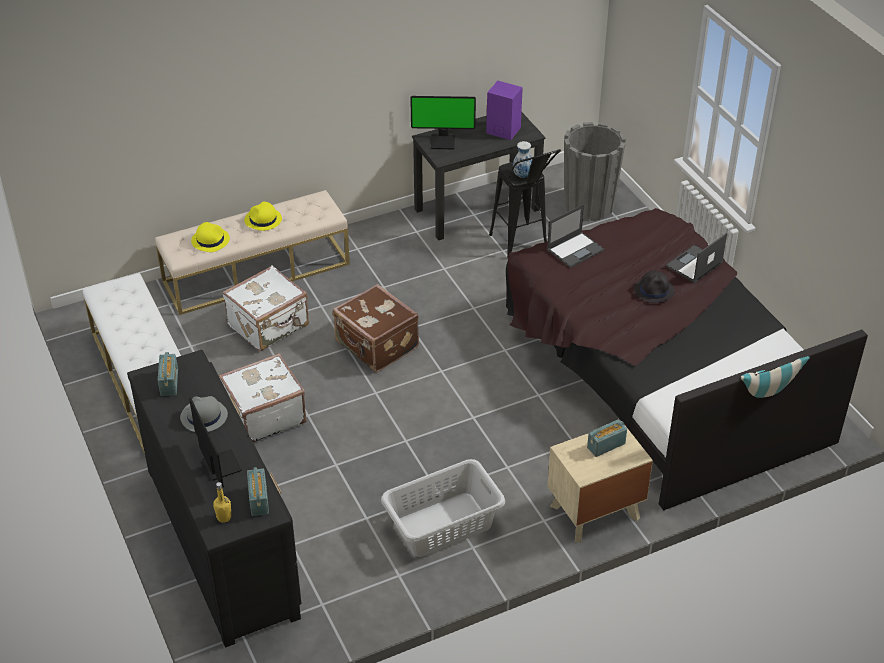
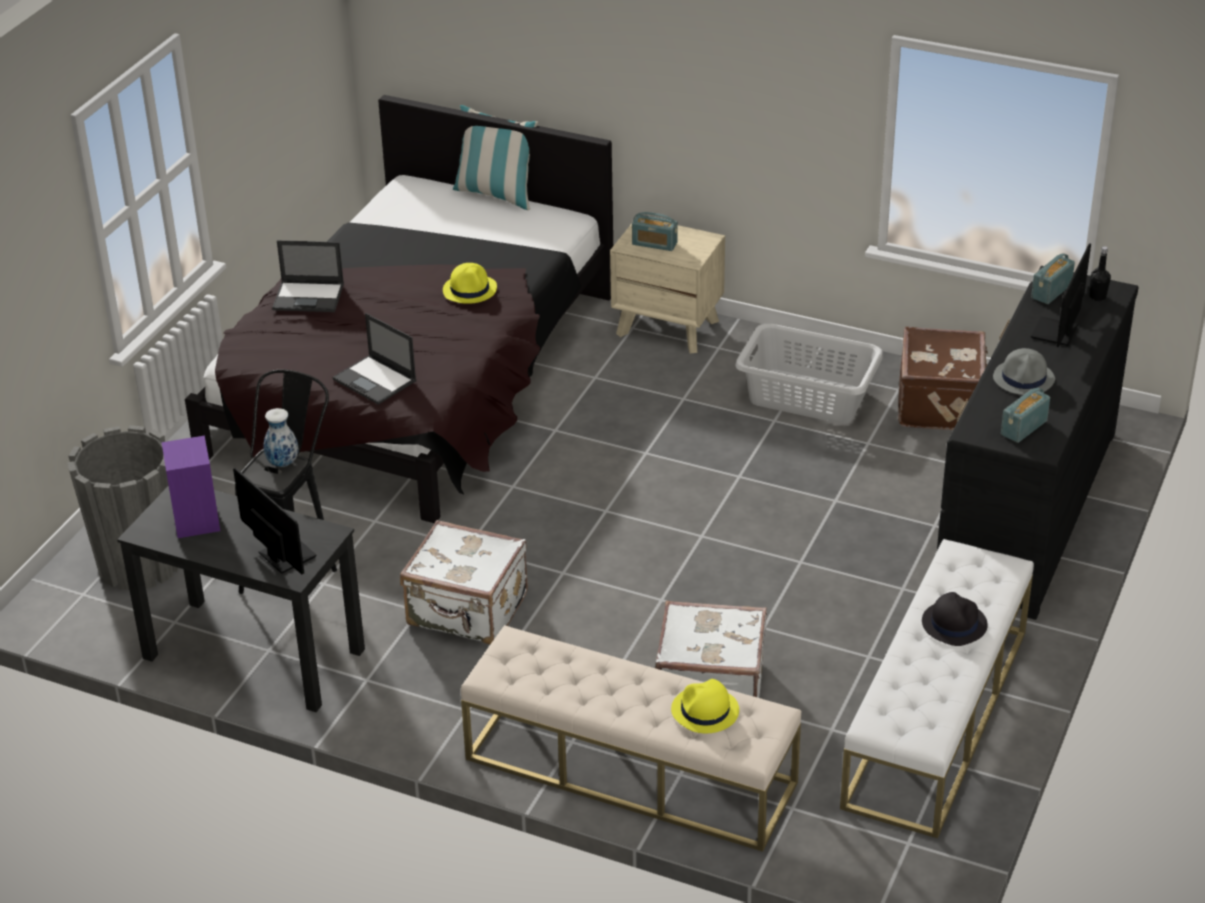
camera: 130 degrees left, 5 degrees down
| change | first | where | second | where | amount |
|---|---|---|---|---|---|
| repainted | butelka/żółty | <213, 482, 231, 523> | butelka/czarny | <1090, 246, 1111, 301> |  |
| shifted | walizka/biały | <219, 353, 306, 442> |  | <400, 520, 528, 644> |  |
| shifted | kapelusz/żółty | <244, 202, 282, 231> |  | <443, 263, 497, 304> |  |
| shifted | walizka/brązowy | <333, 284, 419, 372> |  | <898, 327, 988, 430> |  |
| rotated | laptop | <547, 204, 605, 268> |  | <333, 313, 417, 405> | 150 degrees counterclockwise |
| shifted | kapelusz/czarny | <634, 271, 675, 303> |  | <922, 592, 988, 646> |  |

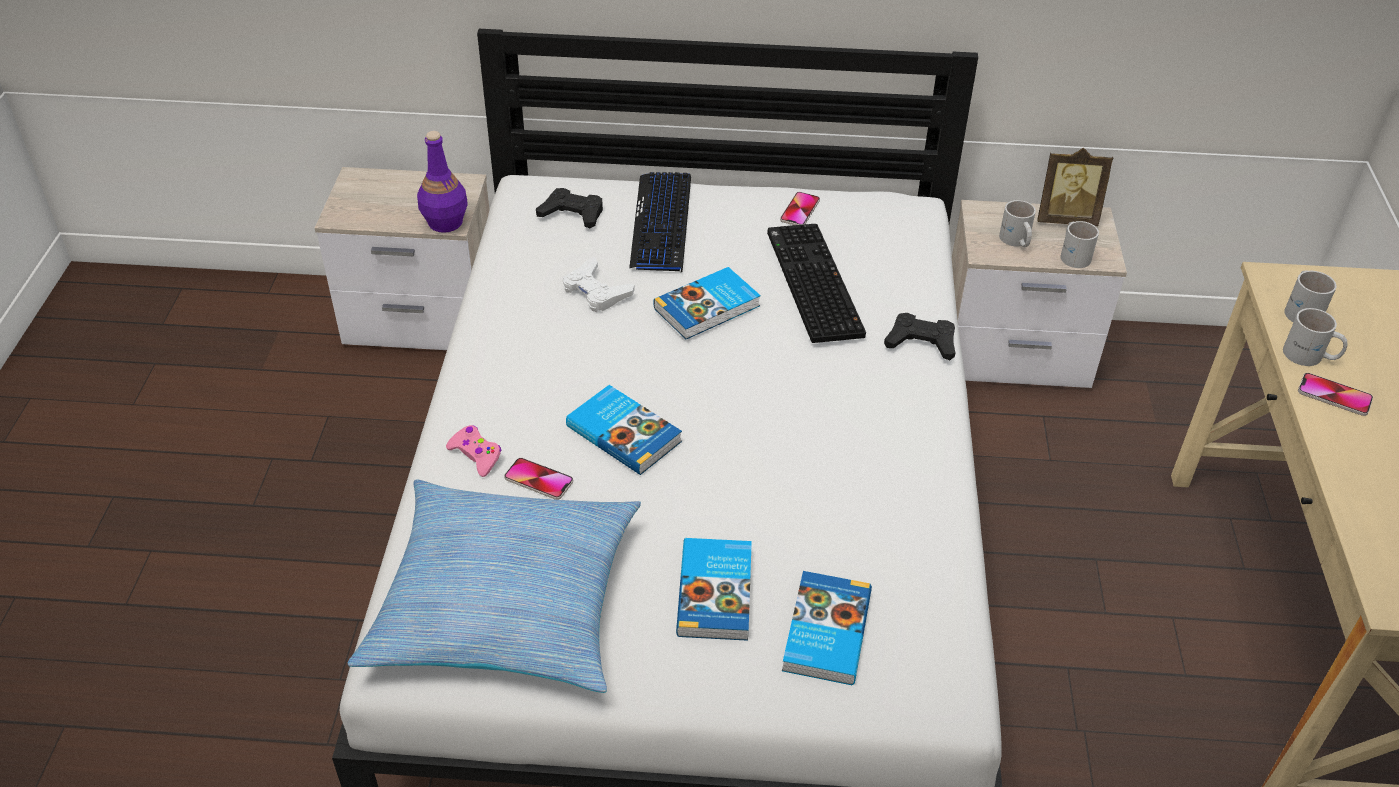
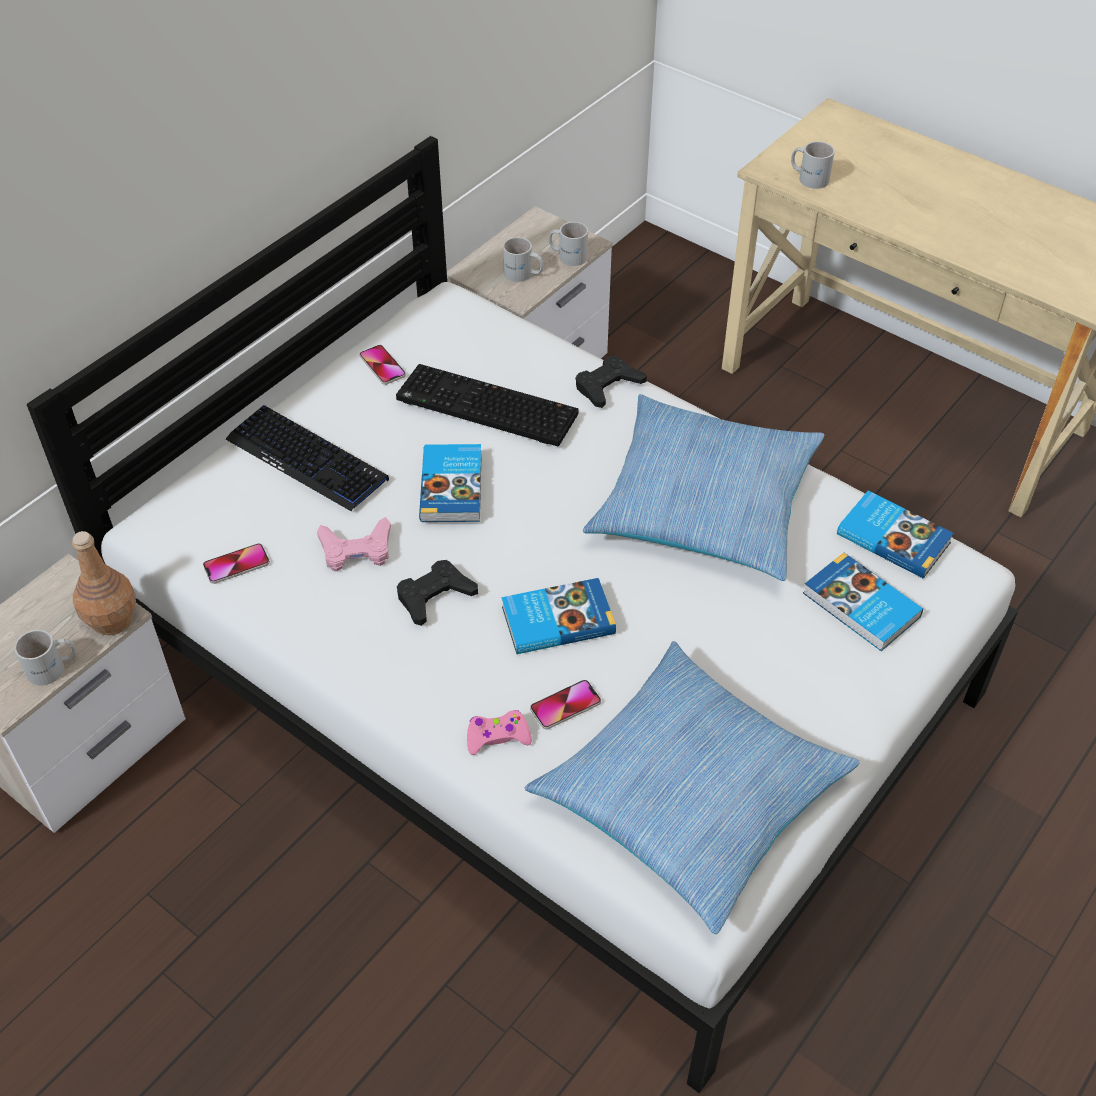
camera: 55 degrees left, 5 degrees up
| change | first | where | second | where | amount |
|---|---|---|---|---|---|
| repainted | butelka/fioletowy | <417, 131, 468, 233> | butelka/brązowy | <72, 531, 136, 635> |  |
| shifted | pad do gier/czarny | <536, 188, 603, 228> |  | <397, 560, 478, 626> |  |
| repainted | pad do gier/biały | <563, 257, 635, 312> | pad do gier/różowy | <317, 517, 391, 571> |  |
| shifted | książka | <676, 538, 752, 641> |  | <837, 491, 954, 579> |  |
| gone | ramka na zdjęcie | <1037, 148, 1113, 226> |  |  |  |
| shifted | kubek/biały | <1283, 308, 1348, 366> |  | <14, 630, 76, 686> |  |
| shifted | telefon | <1298, 373, 1373, 416> |  | <203, 543, 270, 584> |  |
| new |  |  | poduszka | <583, 394, 824, 581> |  |

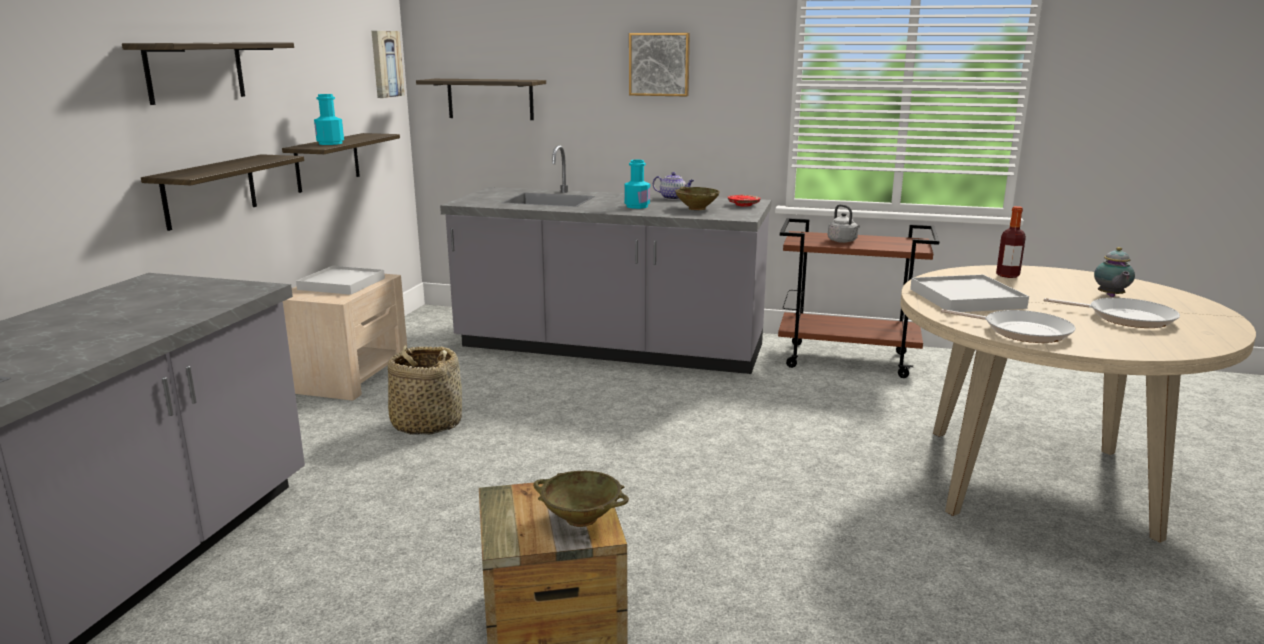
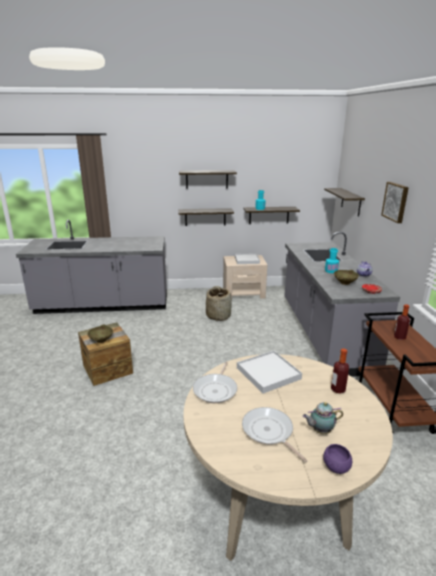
camera: 70 degrees right, 5 degrees up
| change | first | where | second | where | amount |
|---|---|---|---|---|---|
| gone | obraz | <371, 31, 405, 98> |  |  |  |
| swapped | czajnik/szary | <828, 204, 860, 243> | butelka | <394, 304, 410, 340> |  |
| rotated | patelnia | <1044, 298, 1180, 328> |  | <242, 407, 308, 463> | 135 degrees clockwise |
| new |  |  | miska/fioletowy | <323, 444, 352, 474> |  |

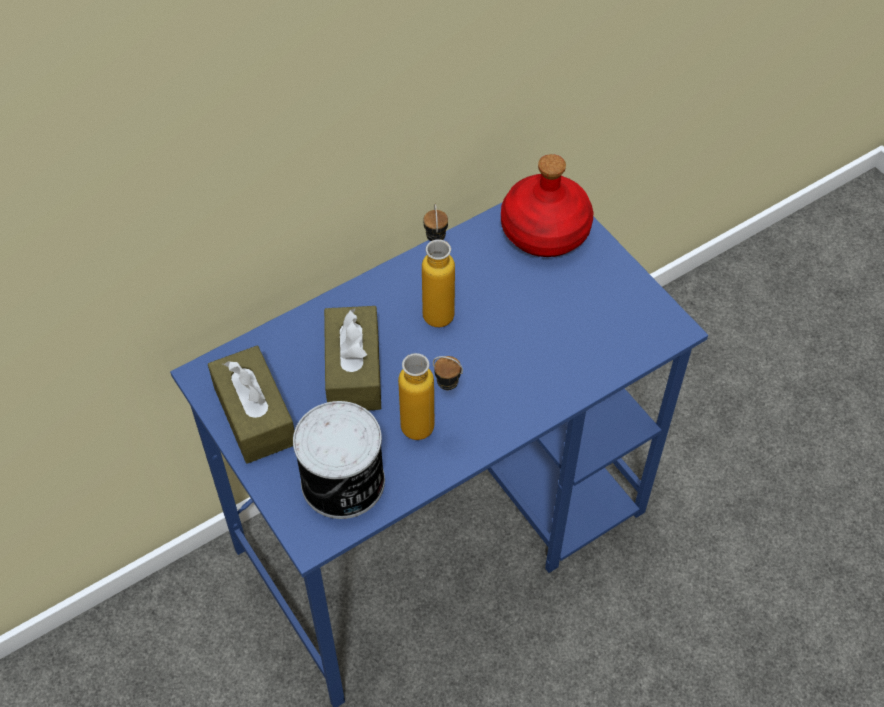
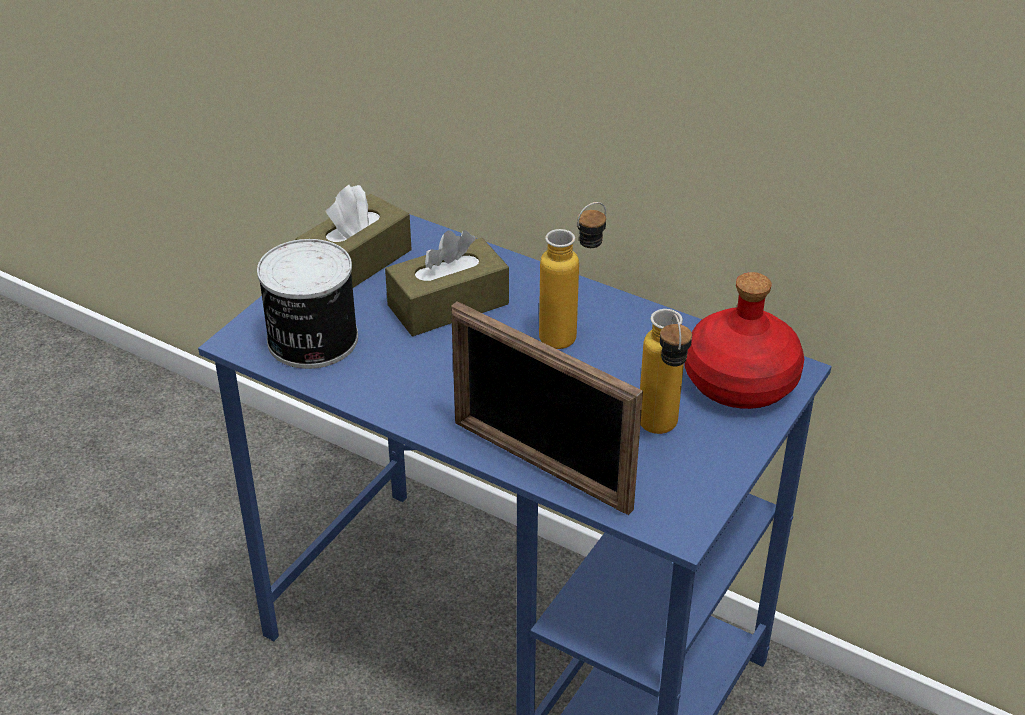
camera: 65 degrees right, 15 degrees down
| change | first | where | second | where | amount |
|---|---|---|---|---|---|
| shifted | butelka | <398, 353, 463, 440> |  | <640, 309, 692, 434> |  |
| new |  |  | ramka na zdjęcie | <451, 301, 643, 515> |  |

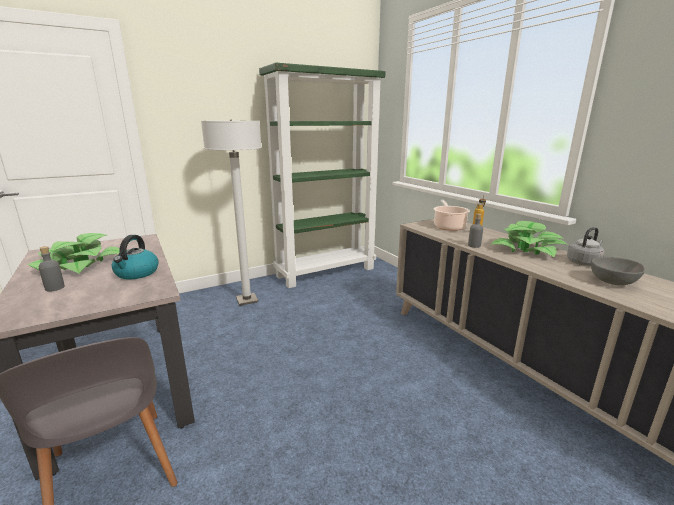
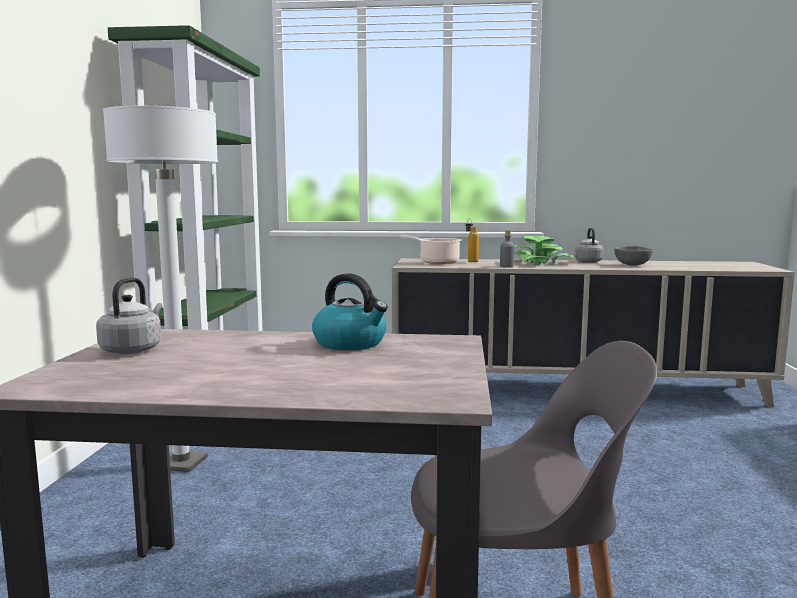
camera: 55 degrees left, 10 degrees down
| change | first | where | second | where | amount |
|---|---|---|---|---|---|
| gone | roślina doniczkowa | <28, 233, 120, 273> |  |  |  |
| gone | butelka/szary | <39, 246, 65, 292> |  |  |  |
| new |  |  | czajnik/szary | <96, 277, 163, 354> |  |

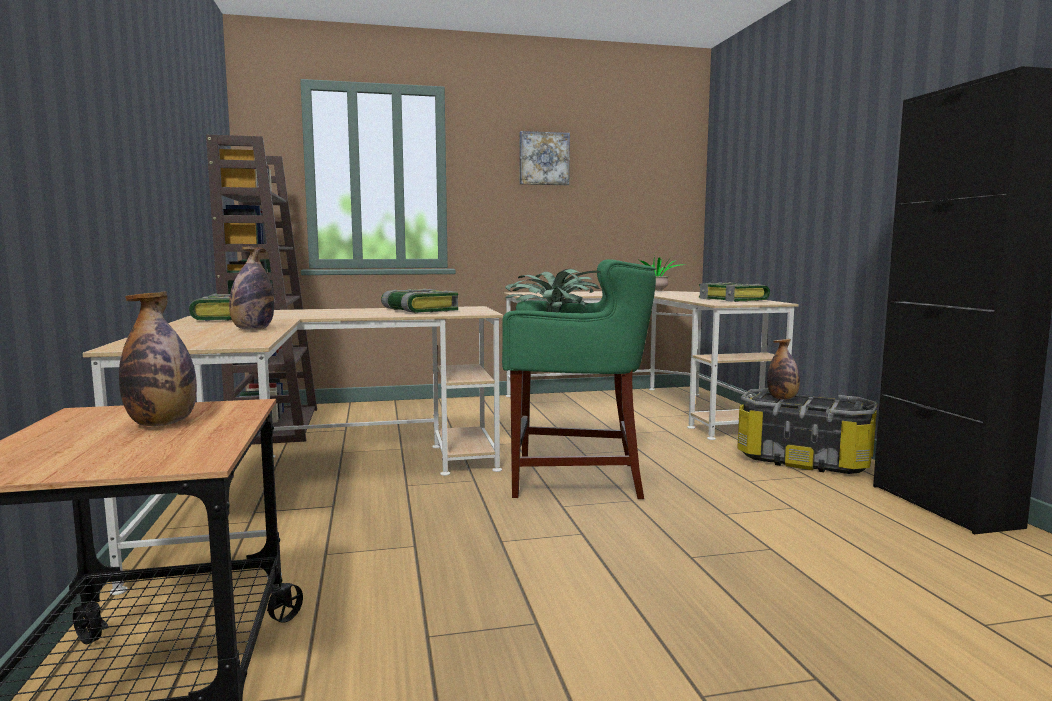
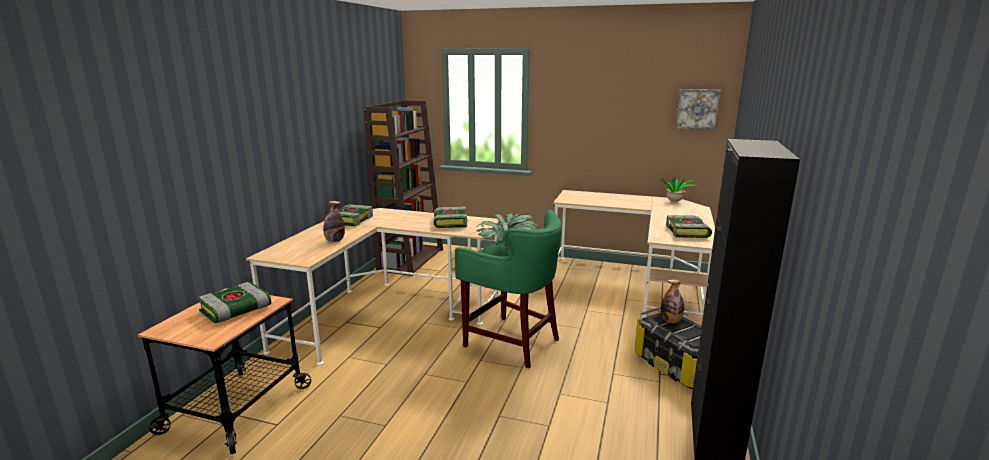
camera: 30 degrees right, 10 degrees up
| change | first | where | second | where | amount |
|---|---|---|---|---|---|
| swapped | butelka | <119, 291, 197, 426> | książka | <197, 282, 271, 323> |  |
| shifted | obraz | <519, 131, 570, 185> |  | <676, 89, 721, 130> |  |

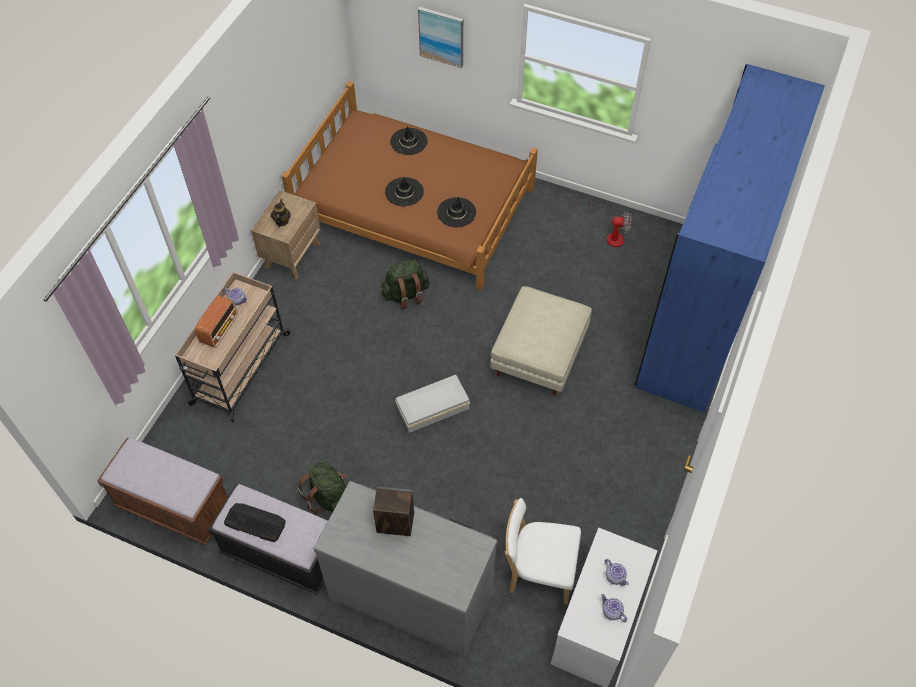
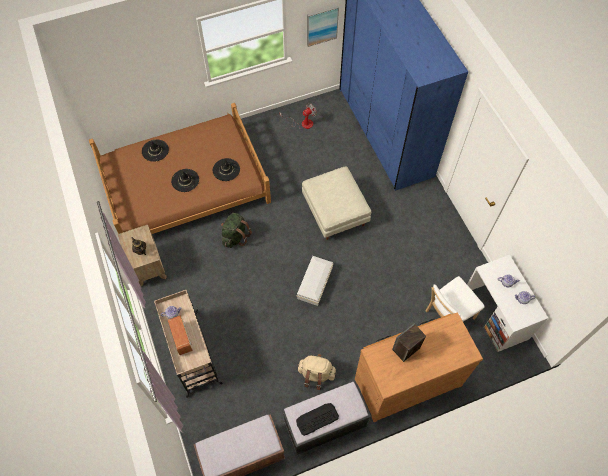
camera: 45 degrees left, 5 degrees up
| change | first | where | second | where | amount |
|---|---|---|---|---|---|
| repainted | plecak/zielony | <298, 461, 347, 514> | plecak/beżowy | <297, 354, 336, 390> |  |
| repainted | komoda/szary | <313, 481, 497, 658> | komoda/brązowy | <355, 312, 483, 422> |  |
| shifted | obraz | <418, 7, 463, 68> |  | <307, 6, 339, 47> |  |

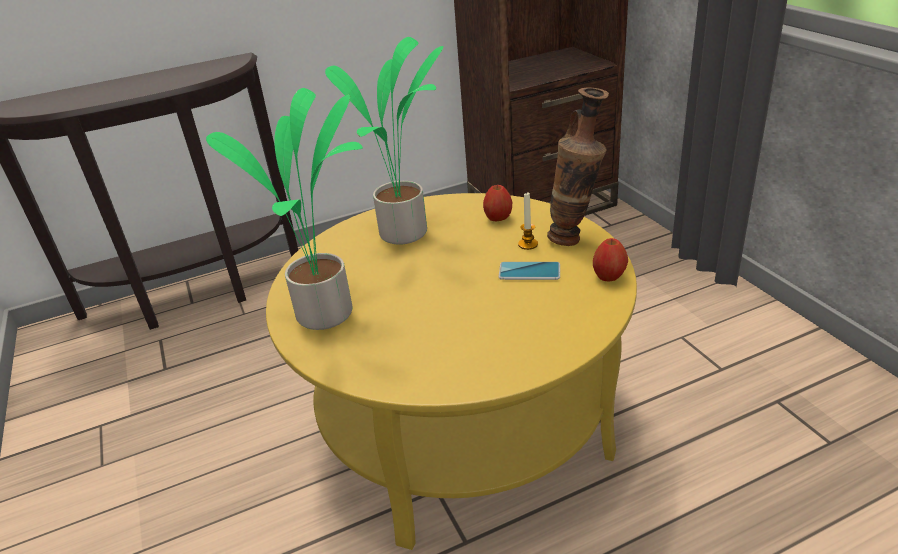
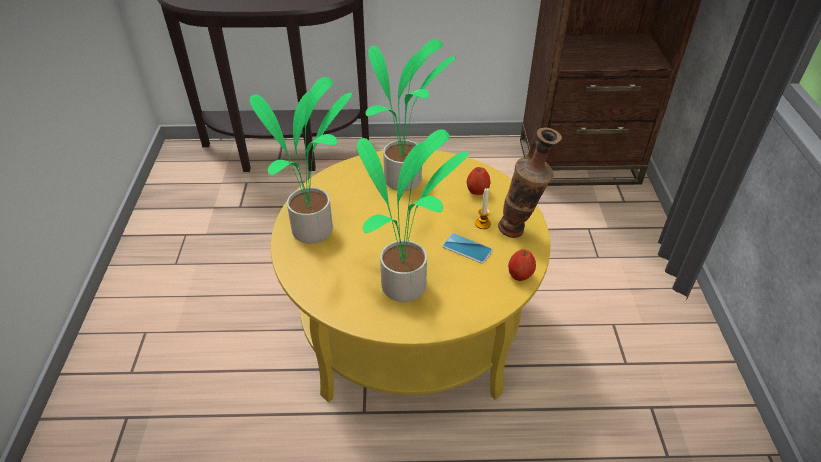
camera: 20 degrees right, 10 degrees up
| change | first | where | second | where | amount |
|---|---|---|---|---|---|
| new |  |  | roślina doniczkowa | <357, 129, 469, 302> |  |

